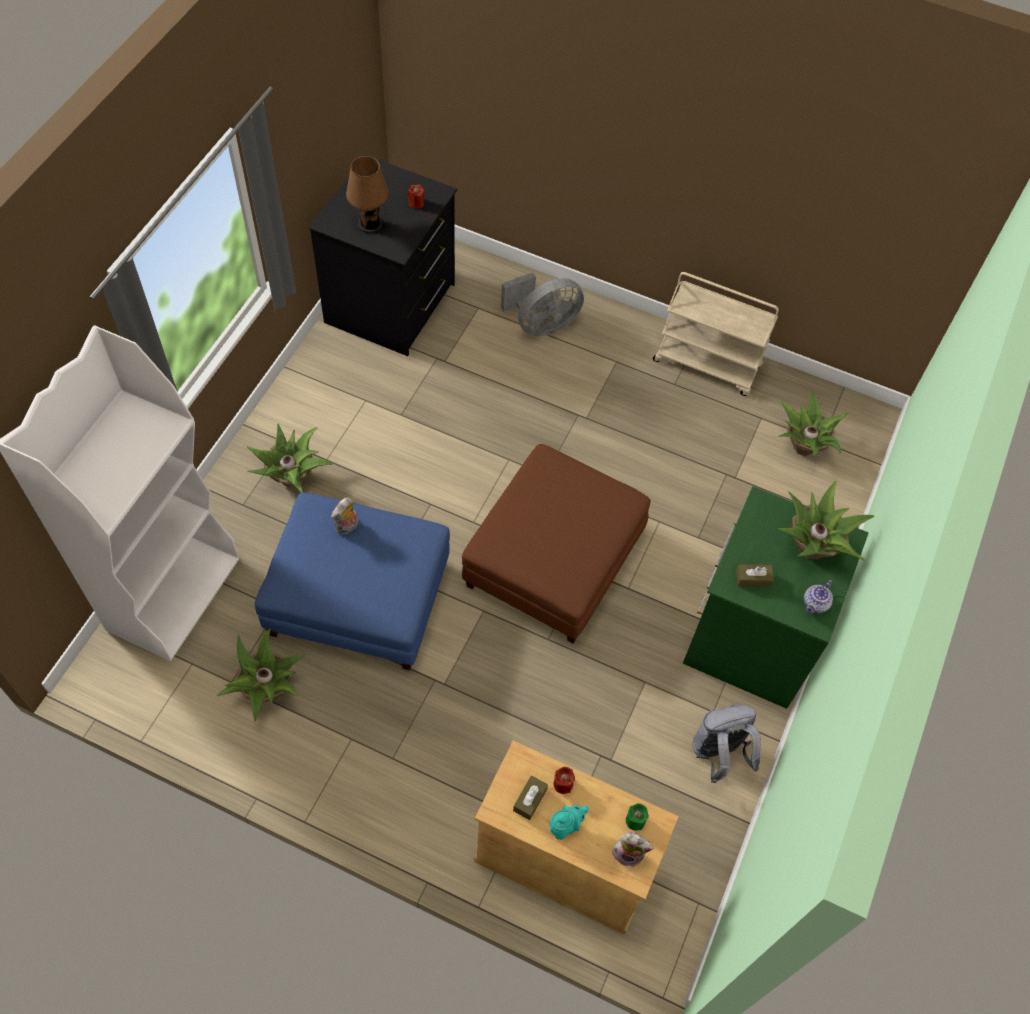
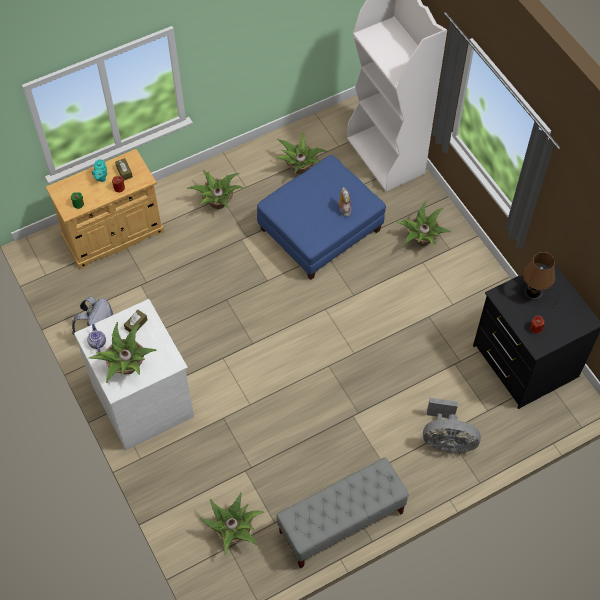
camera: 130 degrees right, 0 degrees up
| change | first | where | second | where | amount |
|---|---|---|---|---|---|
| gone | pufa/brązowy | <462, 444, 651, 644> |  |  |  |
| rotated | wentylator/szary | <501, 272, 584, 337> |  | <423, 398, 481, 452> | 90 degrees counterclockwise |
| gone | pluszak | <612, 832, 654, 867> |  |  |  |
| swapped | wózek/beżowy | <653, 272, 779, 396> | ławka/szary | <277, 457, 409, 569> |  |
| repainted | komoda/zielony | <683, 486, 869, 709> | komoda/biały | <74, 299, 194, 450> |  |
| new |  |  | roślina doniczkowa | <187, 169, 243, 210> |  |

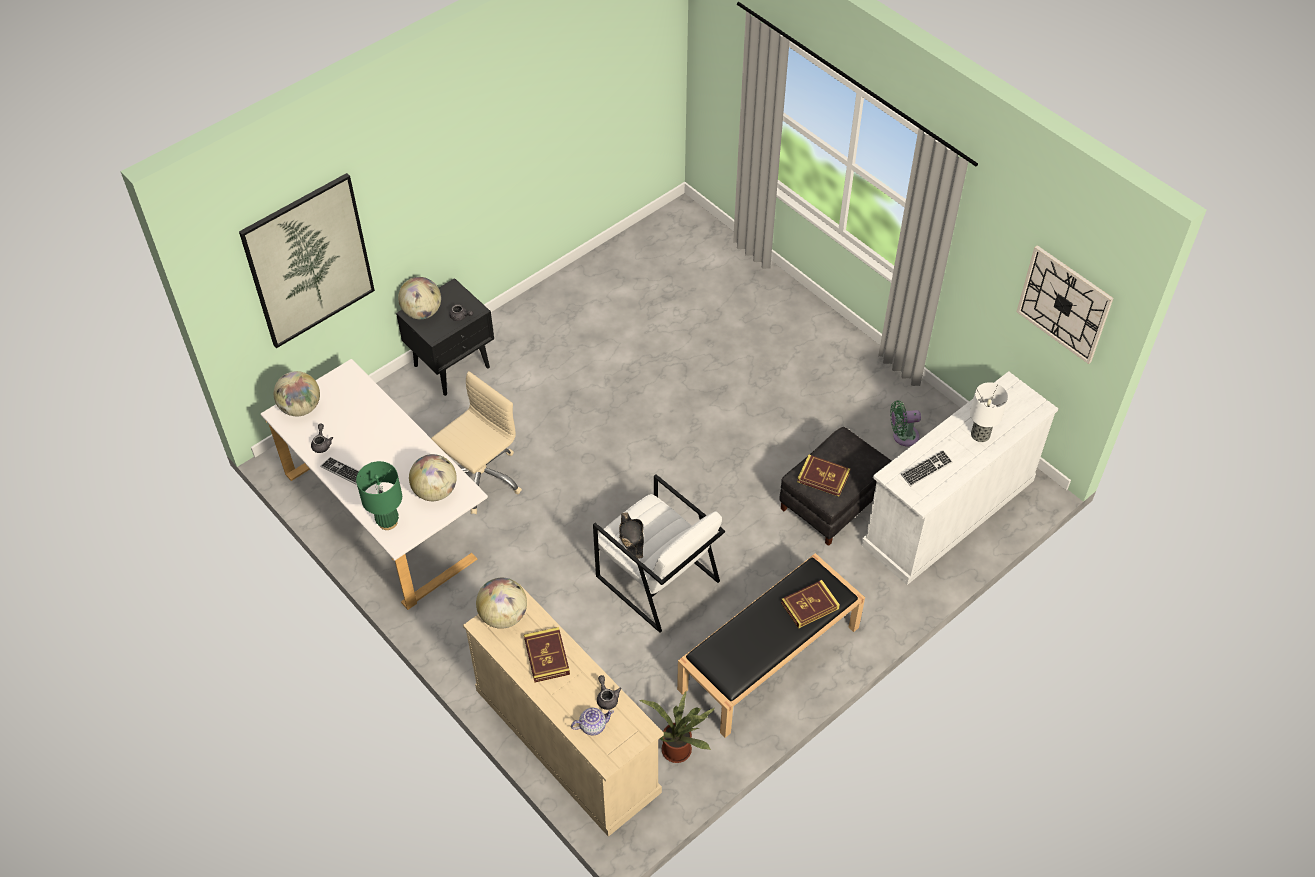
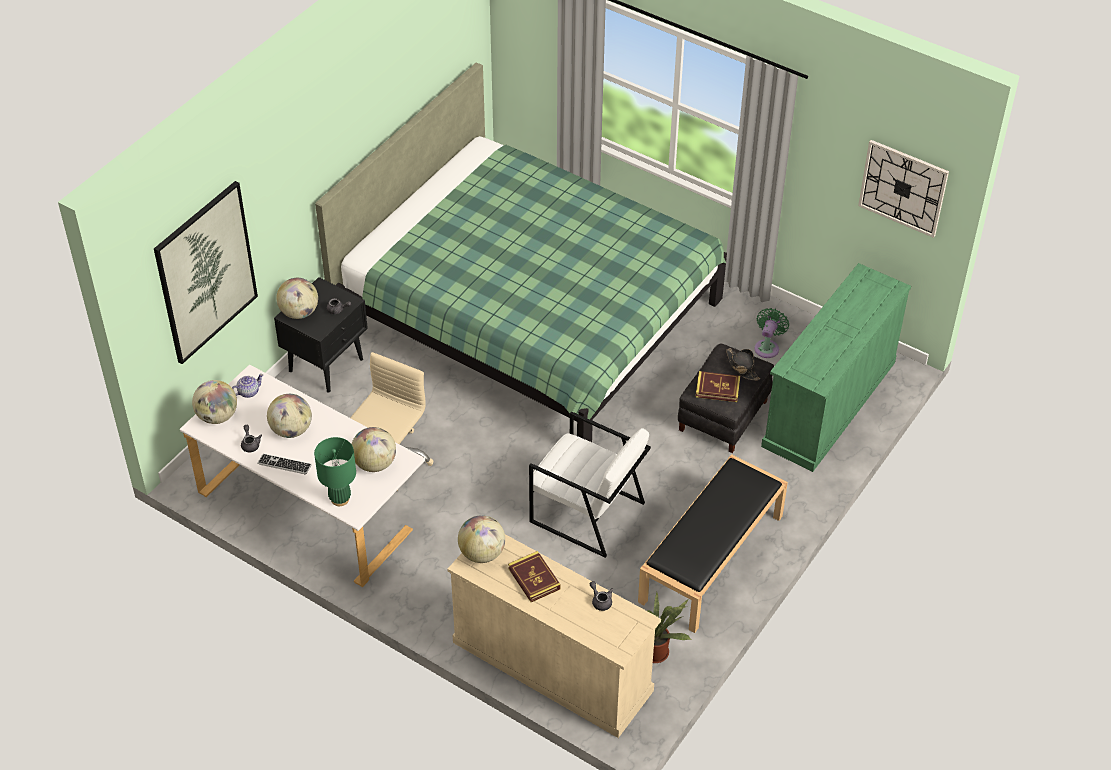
camera: 15 degrees left, 5 degrees down
| change | first | where | second | where | amount |
|---|---|---|---|---|---|
| shifted | imbryk | <571, 708, 614, 736> |  | <232, 374, 264, 398> |  |
| shifted | kapelusz/czarny | <619, 512, 644, 559> |  | <726, 348, 760, 381> |  |
| gone | książka | <781, 580, 840, 629> |  |  |  |
| repainted | komoda/biały | <861, 371, 1059, 585> | komoda/zielony | <761, 263, 911, 472> |  |
| rotated | wentylator/zielony | <890, 400, 921, 446> |  | <754, 308, 789, 358> | 135 degrees clockwise |
| gone | klawiatura | <901, 450, 953, 487> |  |  |  |
| gone | lampa stołowa | <970, 382, 1008, 442> |  |  |  |
| new |  |  | globus | <267, 394, 312, 438> |  |
| new |  |  | łóżko/zielony | <315, 62, 727, 442> |  |

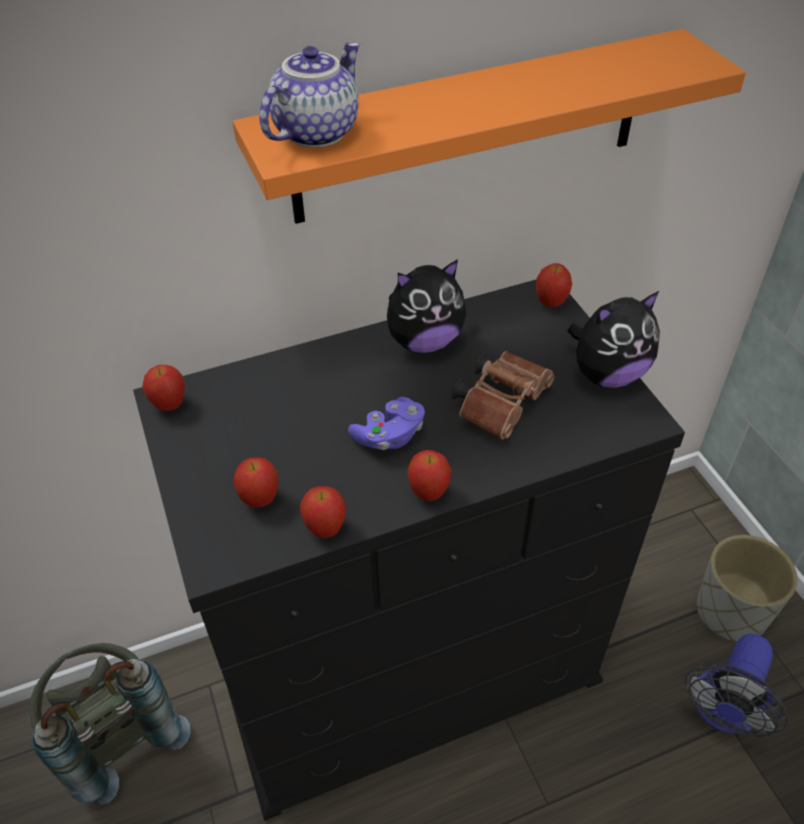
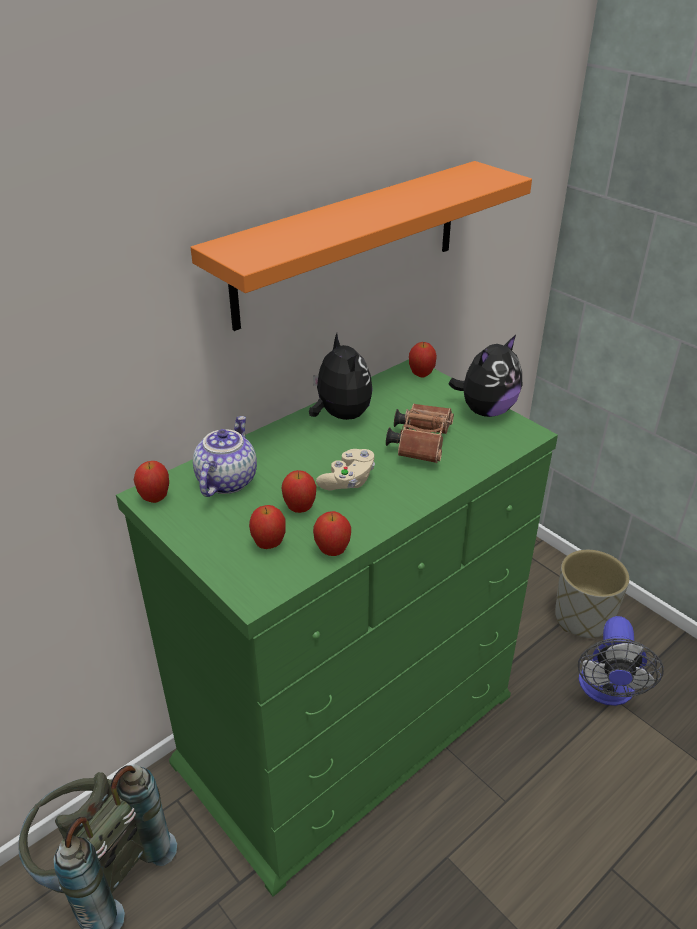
camera: 20 degrees left, 10 degrees down
| change | first | where | second | where | amount |
|---|---|---|---|---|---|
| repainted | komoda/czarny | <133, 280, 685, 821> | komoda/zielony | <116, 359, 558, 897> |  |
| shifted | imbryk | <259, 42, 360, 147> |  | <193, 416, 257, 497> |  |
| repainted | pad do gier/fioletowy | <348, 397, 425, 450> | pad do gier/beżowy | <316, 449, 375, 490> |  |
| rotated | pluszak | <387, 259, 466, 353> |  | <309, 333, 372, 420> | 75 degrees counterclockwise |
| shifted | jabłko | <408, 450, 451, 501> |  | <281, 470, 316, 513> |  |

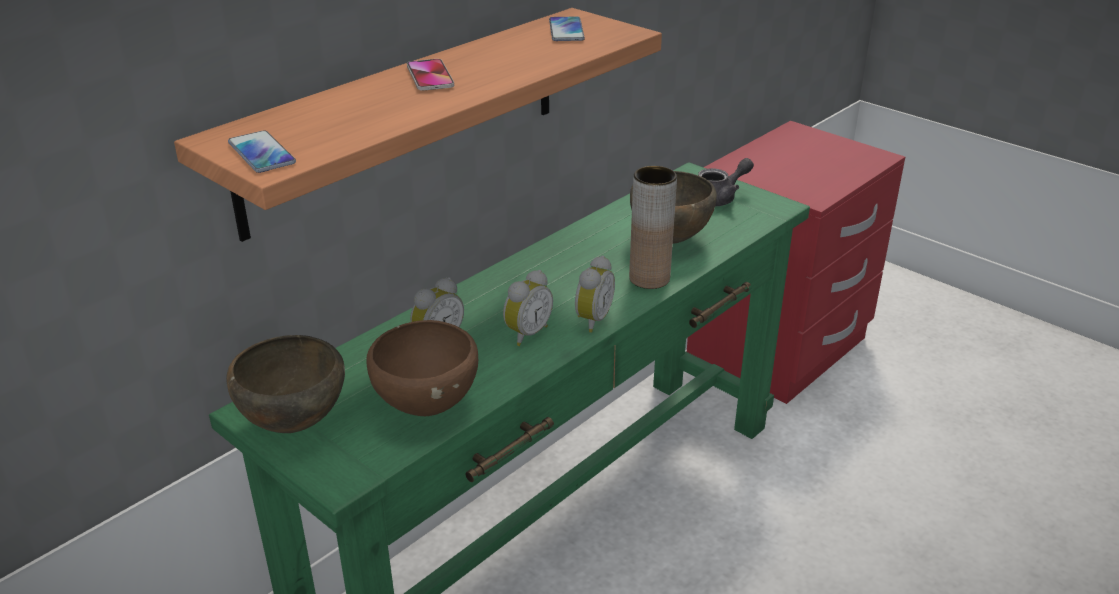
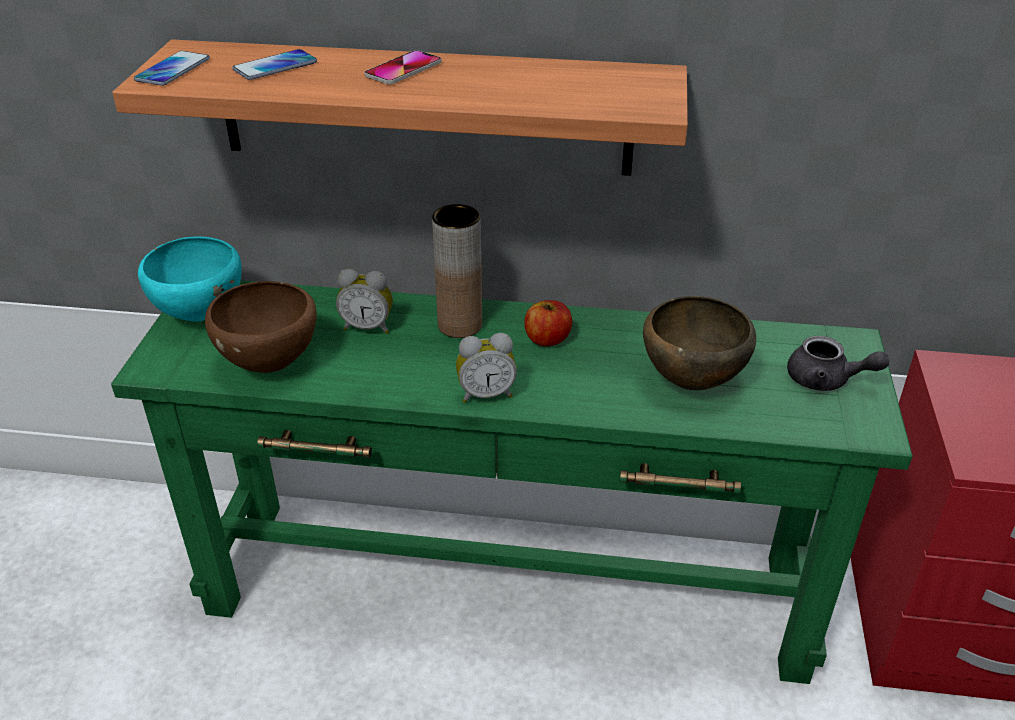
camera: 55 degrees right, 5 degrees up
| change | first | where | second | where | amount |
|---|---|---|---|---|---|
| repainted | miska/brązowy | <226, 335, 345, 433> | miska/turkusowy | <138, 236, 242, 321> |  |
| gone | budzik | <503, 270, 553, 346> |  |  |  |
| shifted | telefon | <549, 16, 585, 41> |  | <232, 49, 317, 80> |  |
| shifted | wazon/brązowy | <629, 166, 677, 289> |  | <432, 204, 482, 338> |  |
| new |  |  | jabłko | <524, 300, 572, 346> |  |

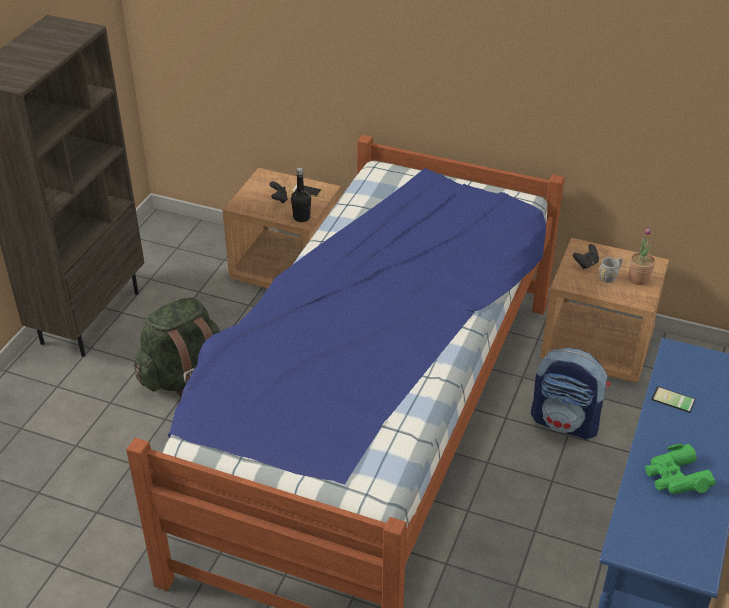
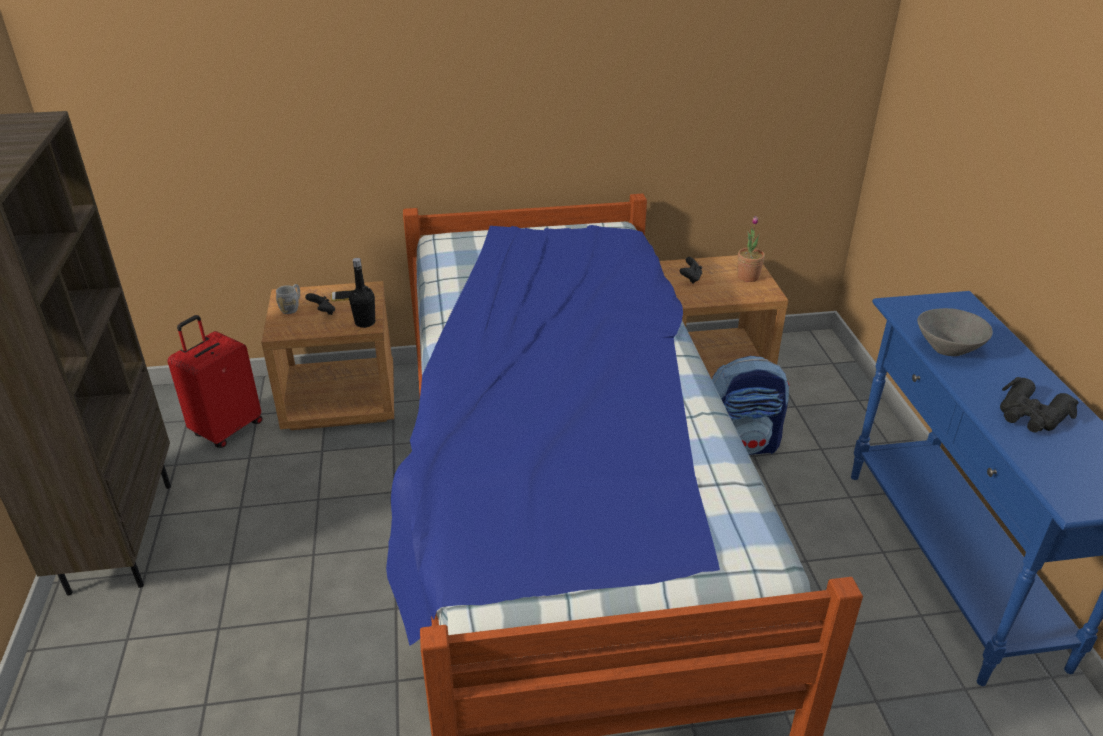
camera: 30 degrees left, 5 degrees down
| change | first | where | second | where | amount |
|---|---|---|---|---|---|
| gone | plecak/zielony | <134, 297, 221, 397> |  |  |  |
| shifted | kubek/szary | <599, 257, 622, 283> |  | <276, 284, 300, 314> |  |
| repainted | lornetka/zielony | <645, 444, 716, 494> | lornetka/czarny | <1000, 377, 1079, 433> |  |
| swapped | telefon | <651, 386, 696, 413> | miska/szary | <917, 308, 993, 356> |  |
| new |  |  | walizka/czerwony | <168, 315, 263, 448> |  |

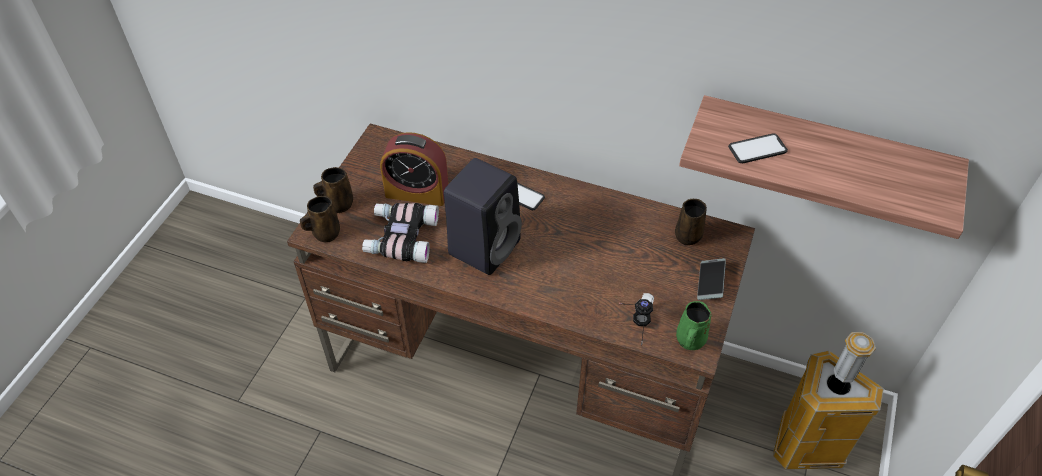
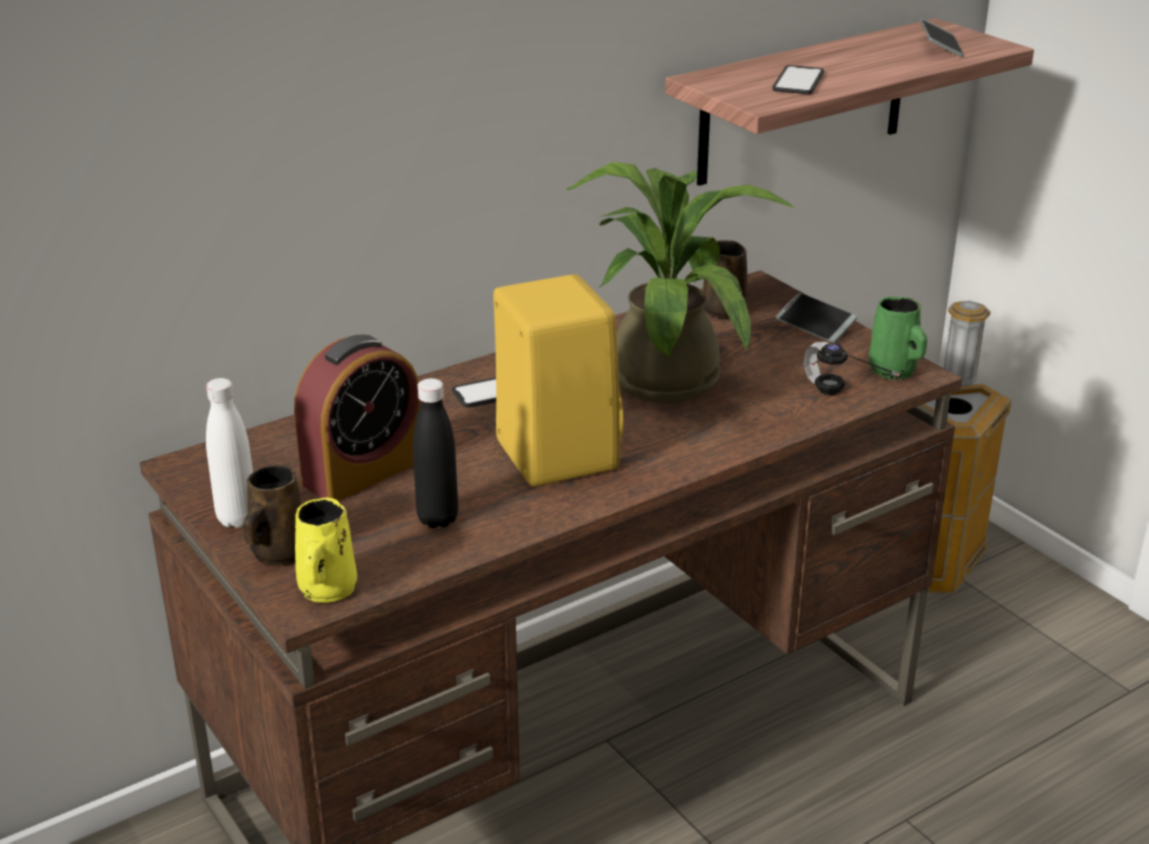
camera: 55 degrees left, 20 degrees down
| change | first | where | second | where | amount |
|---|---|---|---|---|---|
| repainted | kubek/brązowy | <300, 196, 340, 242> | kubek/żółty | <295, 498, 357, 603> |  |
| swapped | lornetka | <362, 203, 439, 263> | butelka/czarny | <413, 378, 458, 528> |  |
| repainted | głośnik/czarny | <444, 158, 522, 275> | głośnik/żółty | <493, 274, 624, 486> |  |
| new |  |  | butelka/biały | <206, 378, 253, 528> |  |
| new |  |  | roślina doniczkowa | <566, 162, 796, 403> |  |
| new |  |  | telefon | <920, 18, 964, 57> |  |

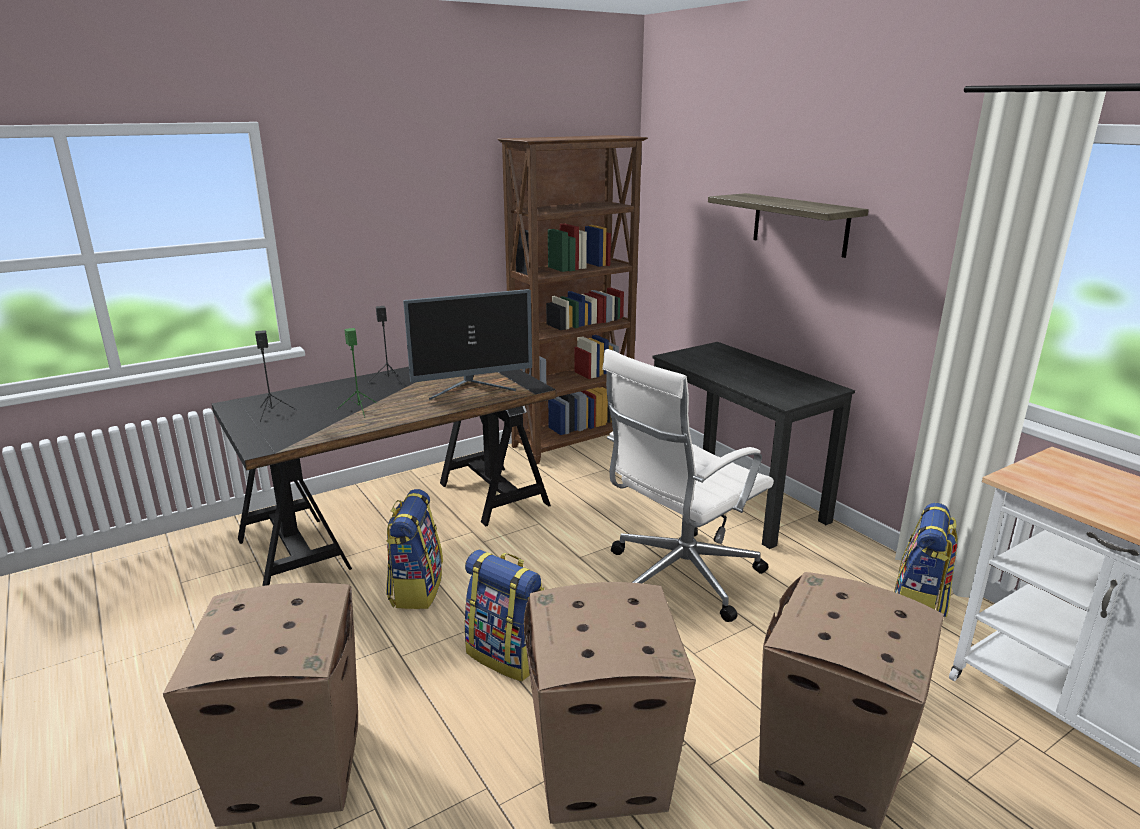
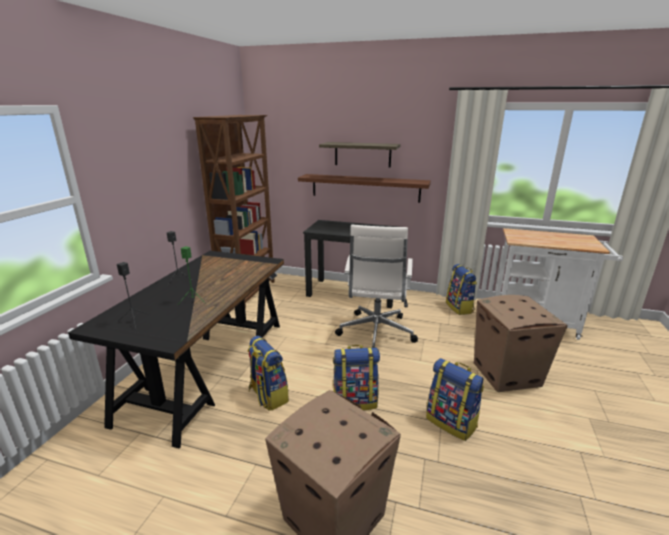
camera: 40 degrees left, 0 degrees up
| change | first | where | second | where | amount |
|---|---|---|---|---|---|
| gone | monitor | <403, 289, 532, 400> |  |  |  |
| swapped | karton | <524, 582, 696, 824> | plecak | <426, 358, 484, 441> |  |
| new |  |  | półka/brązowy | <298, 174, 431, 203> |  |

